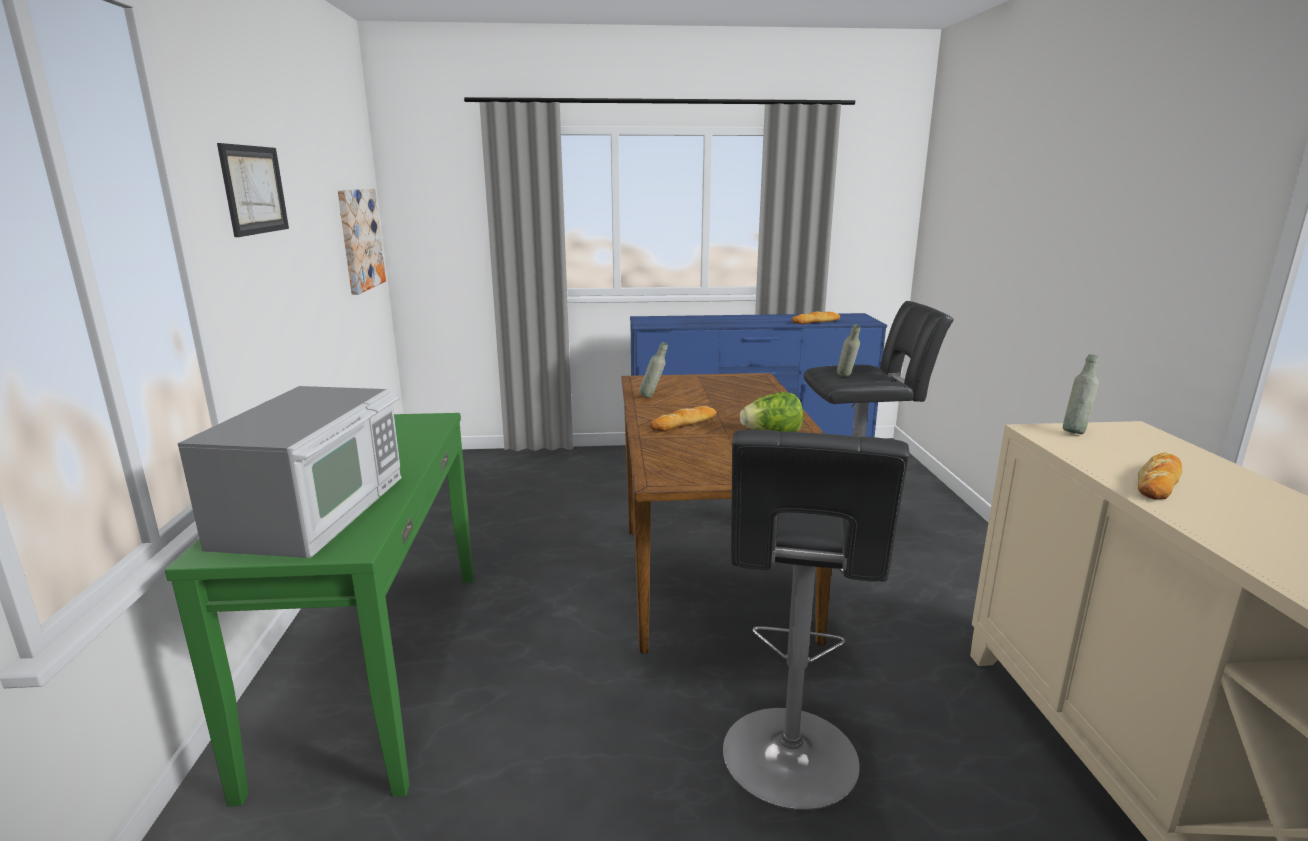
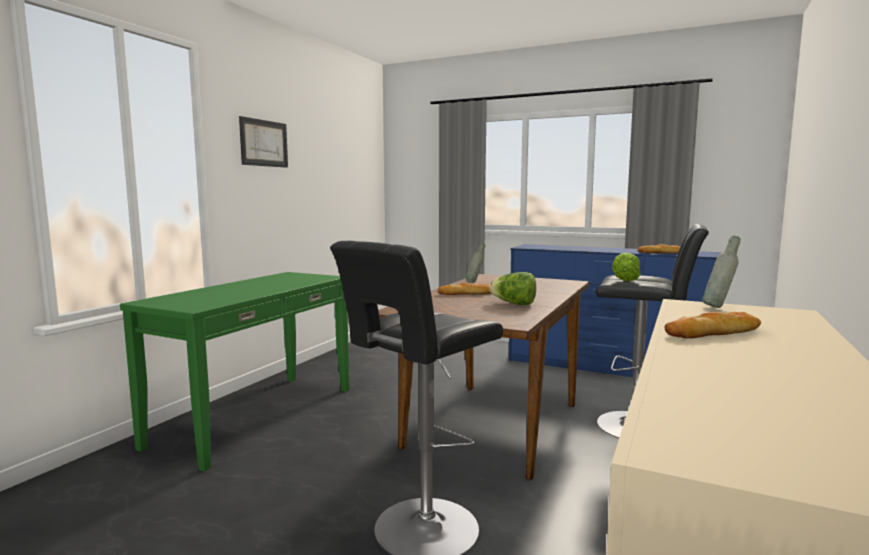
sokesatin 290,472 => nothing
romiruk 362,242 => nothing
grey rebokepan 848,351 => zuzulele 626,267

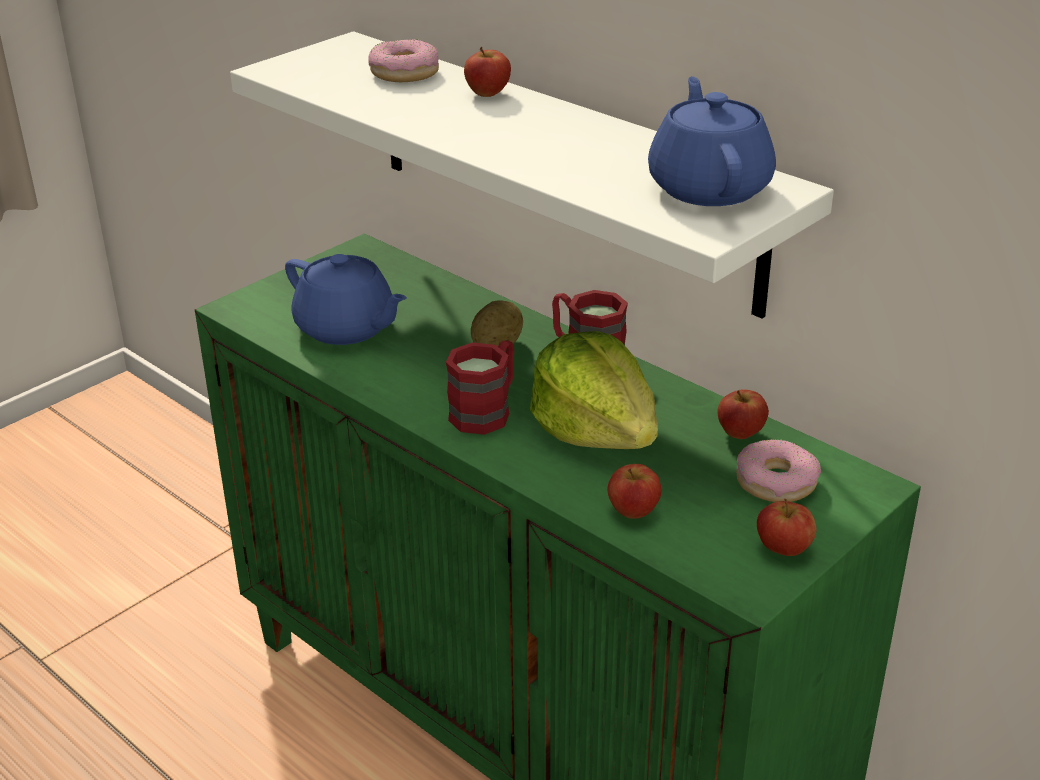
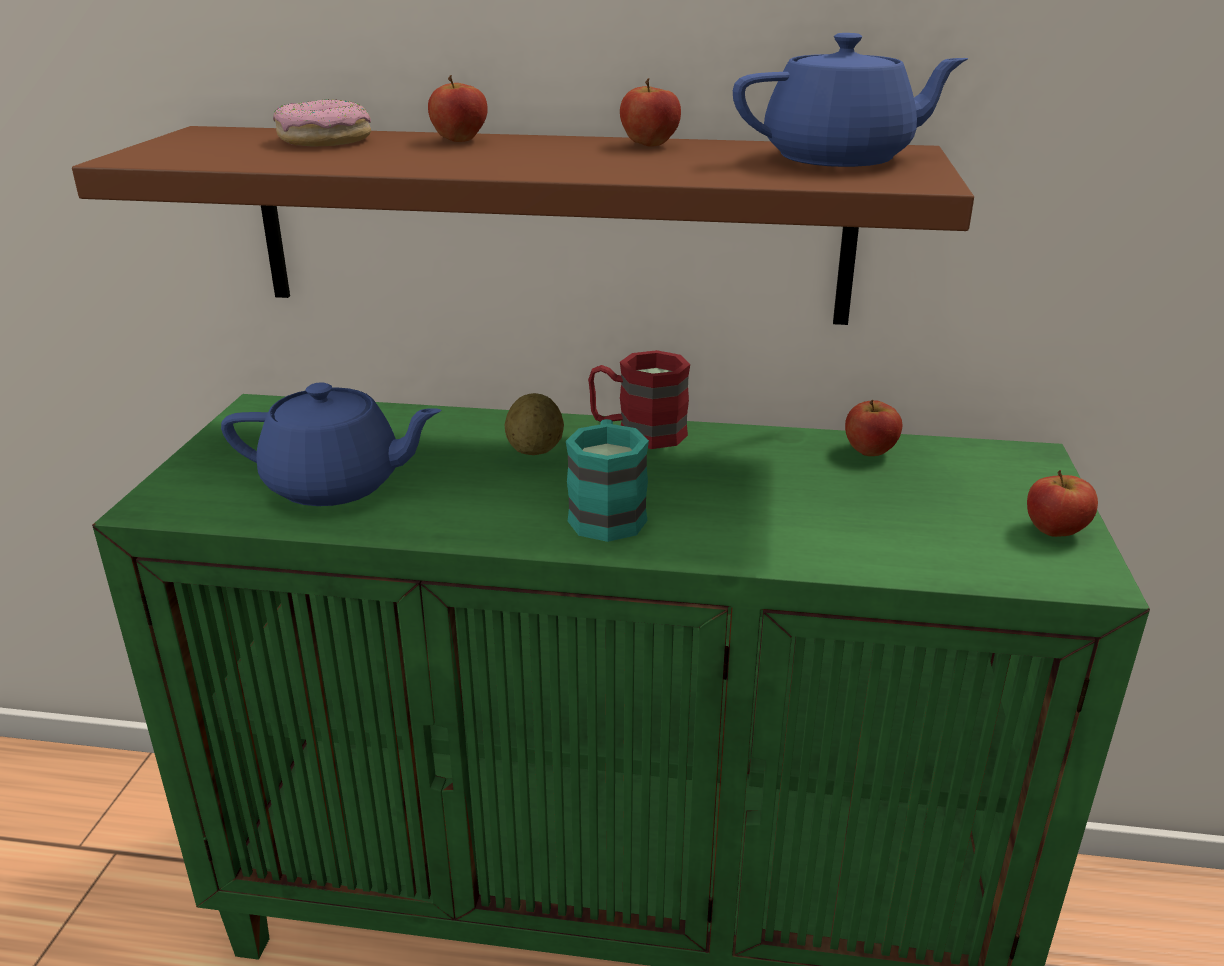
zuzulele 594,390 => nothing
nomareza 778,470 => nothing
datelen 635,491 => datelen 650,112, relocated
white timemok 532,175 => brown timemok 523,225
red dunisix 480,387 => turquoise dunisix 607,480
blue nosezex 712,141 => blue nosezex 850,100, 120 degrees clockwise

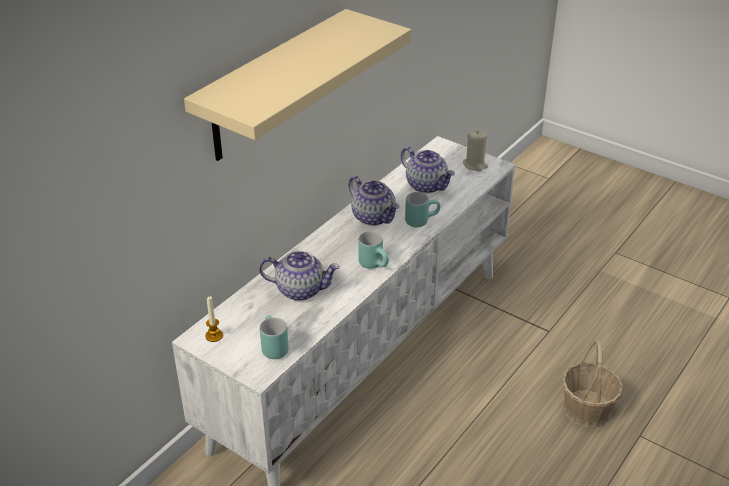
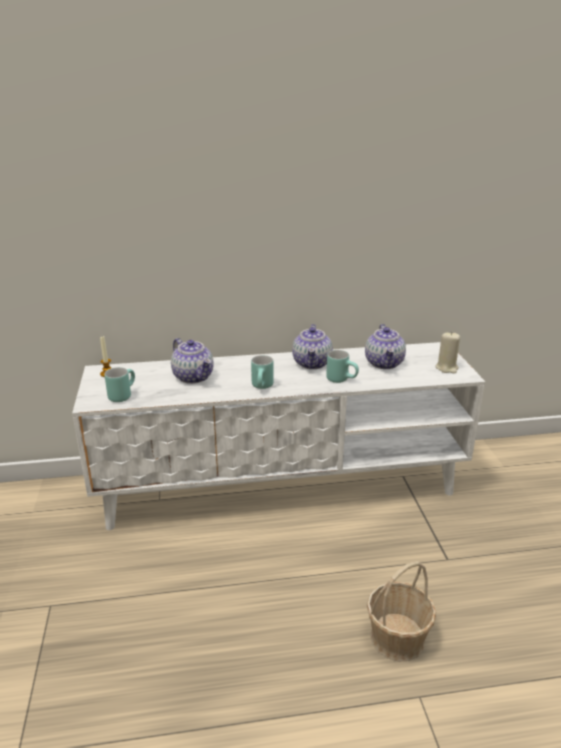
beige timemok 297,85 => nothing

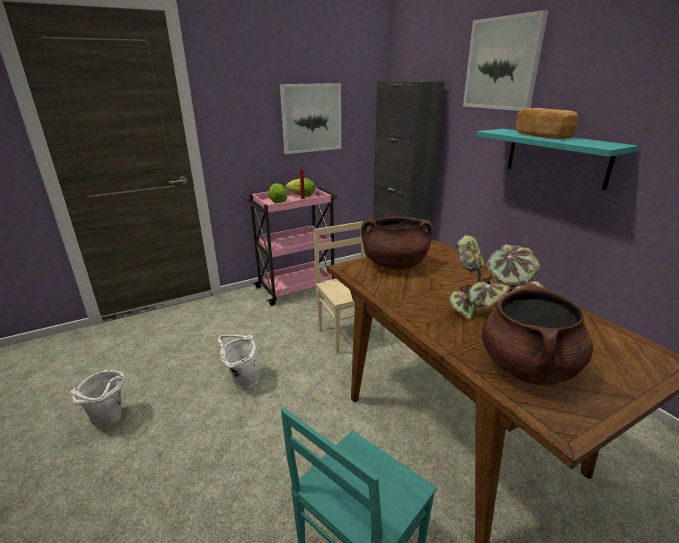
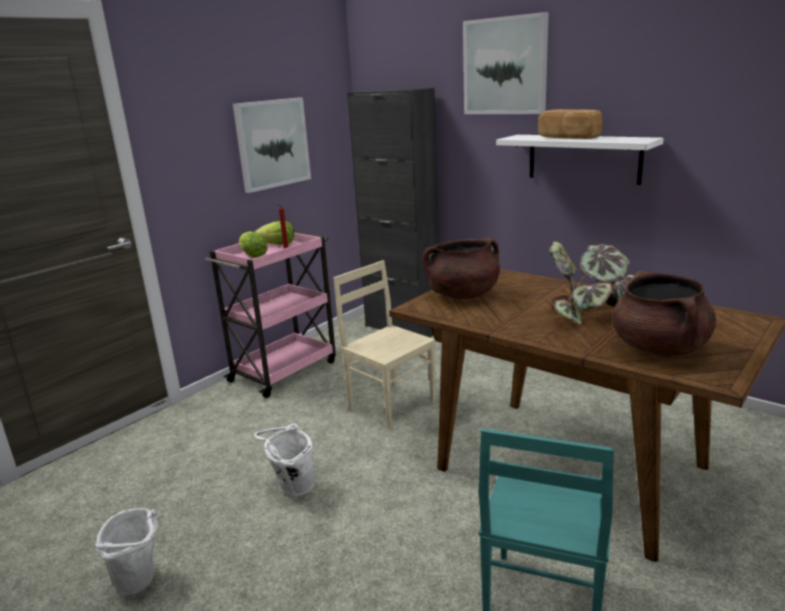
turquoise timemok 557,159 => white timemok 580,160

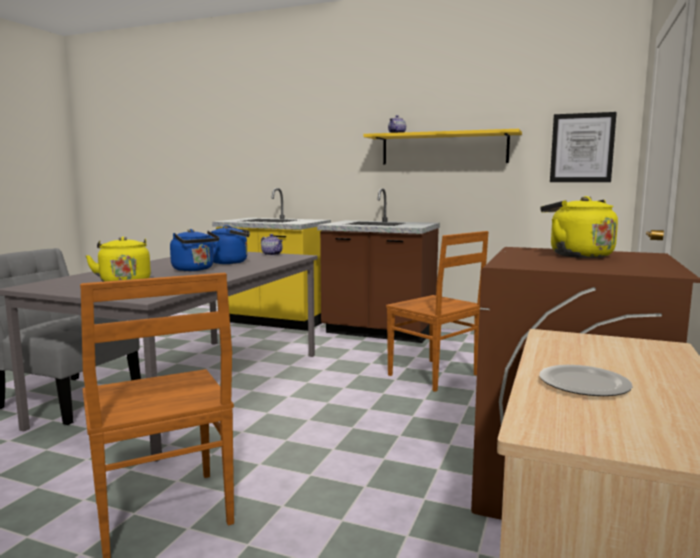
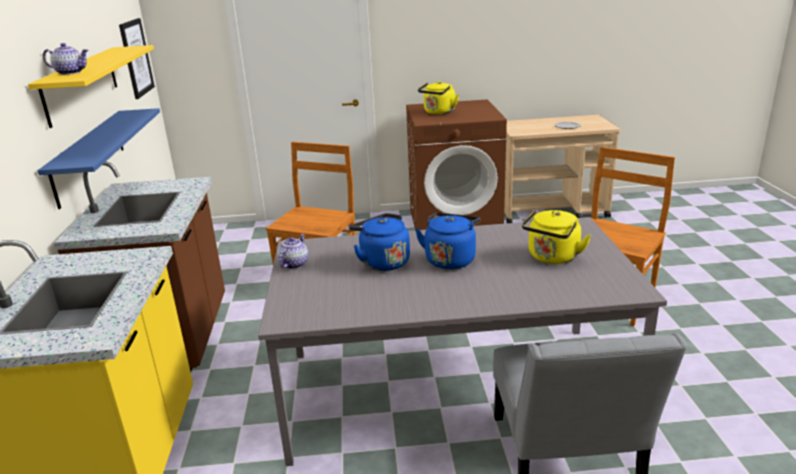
nothing => blue timemok 98,158

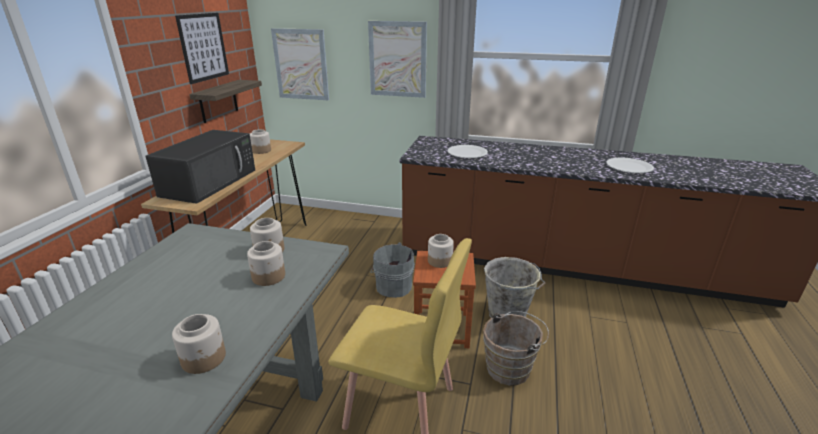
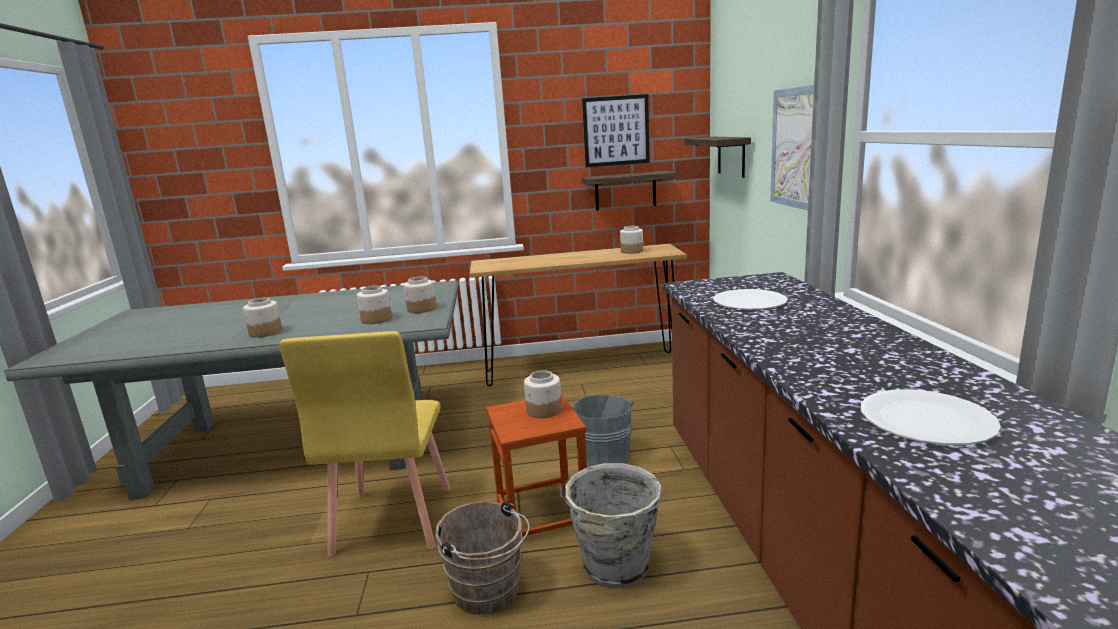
black sokesatin 200,167 => nothing
romiruk 300,64 => timemok 717,157

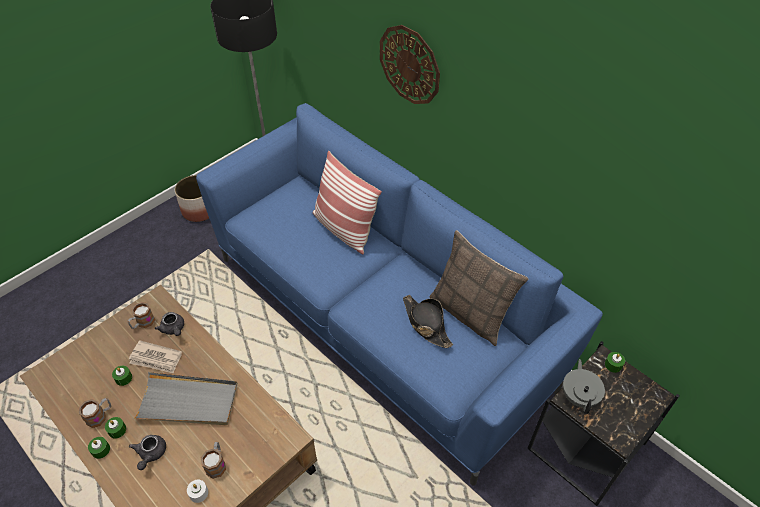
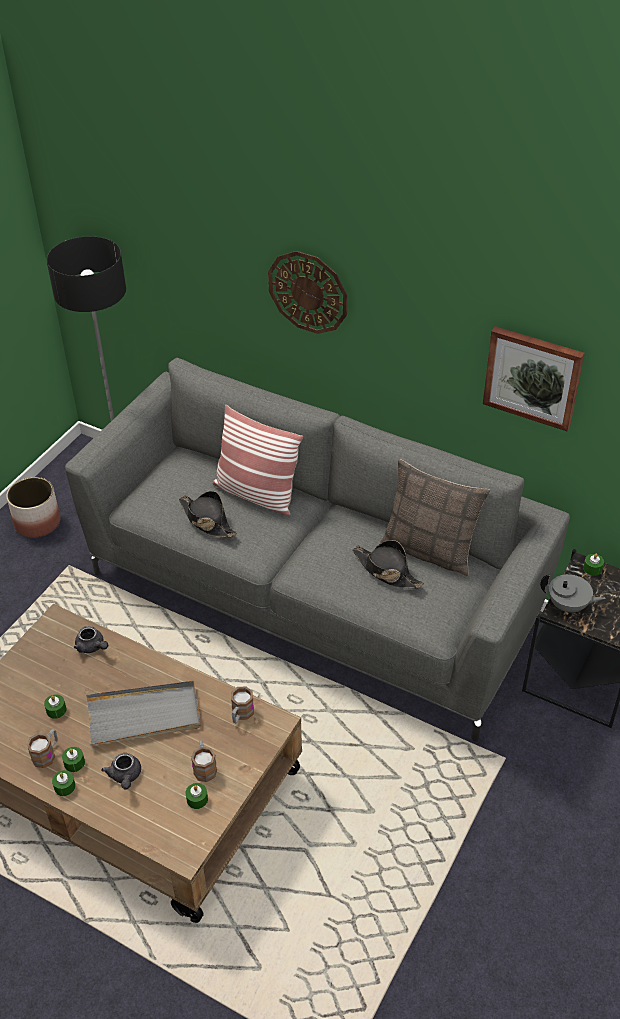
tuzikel 155,357 => nothing
nothing => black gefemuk 208,514
nothing => romiruk 534,379
dunisix 141,315 => dunisix 242,705, relocated
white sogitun 197,491 => green sogitun 197,796
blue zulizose 399,294 => grey zulizose 317,550
grey nosezex 584,386 => grey nosezex 573,594, 120 degrees clockwise

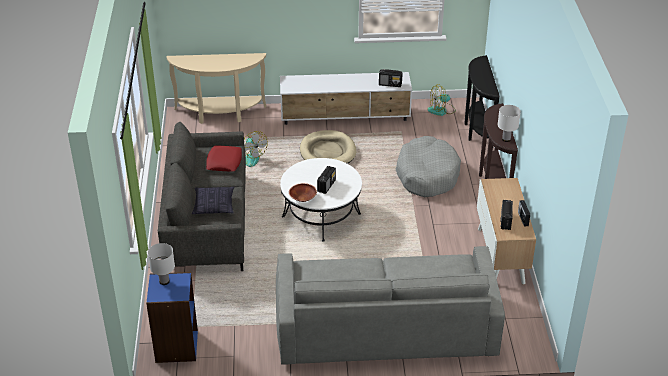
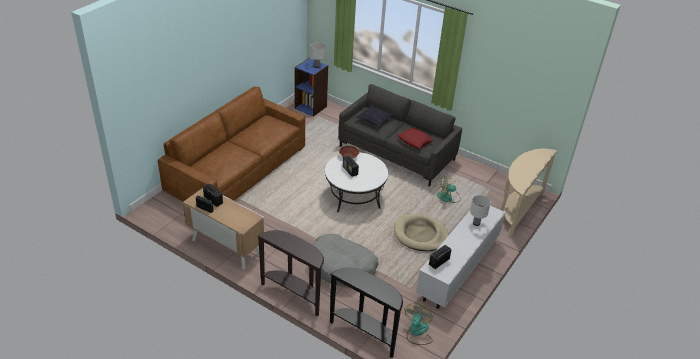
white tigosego 509,123 => white tigosego 480,210, relocated
grey zulizose 390,305 => brown zulizose 231,144

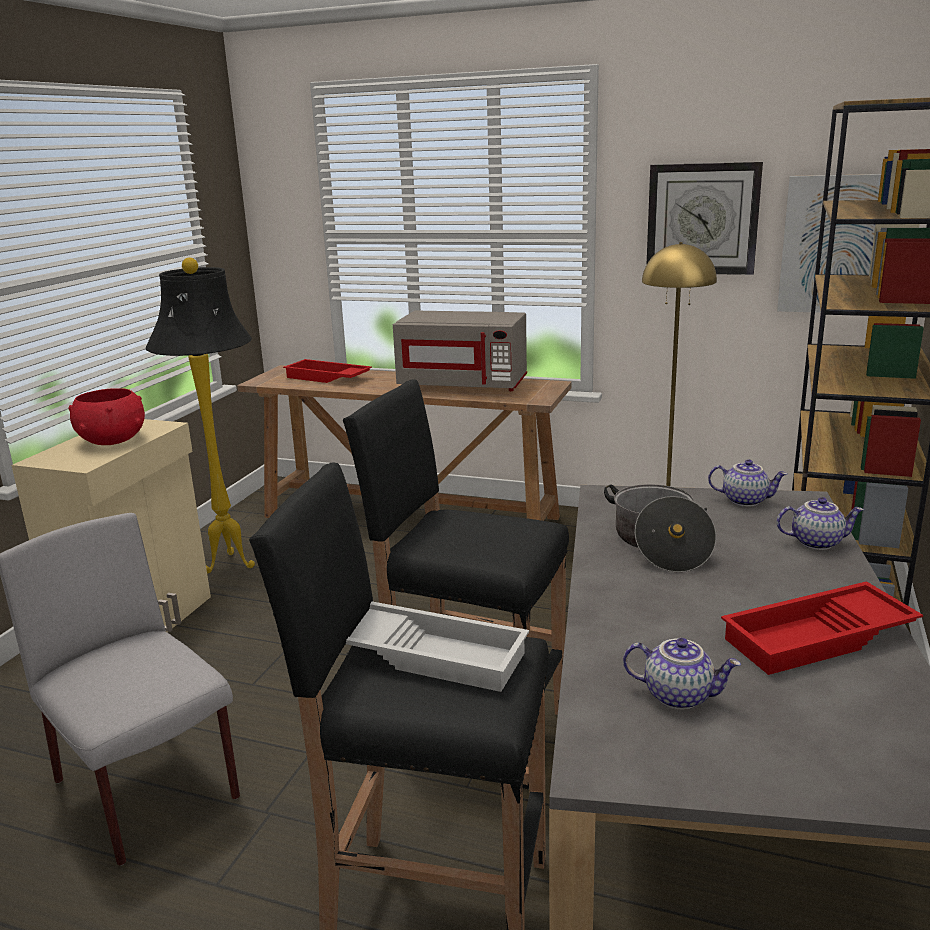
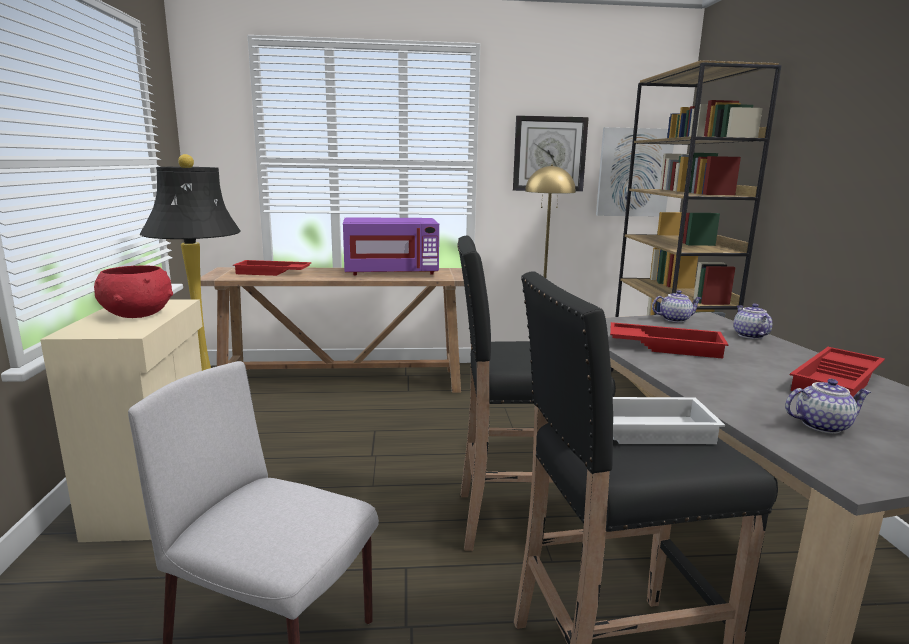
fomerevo 660,528 => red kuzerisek 669,340
grey sokesatin 460,351 => purple sokesatin 391,246
nosezex 820,523 => nosezex 752,321, 75 degrees counterclockwise

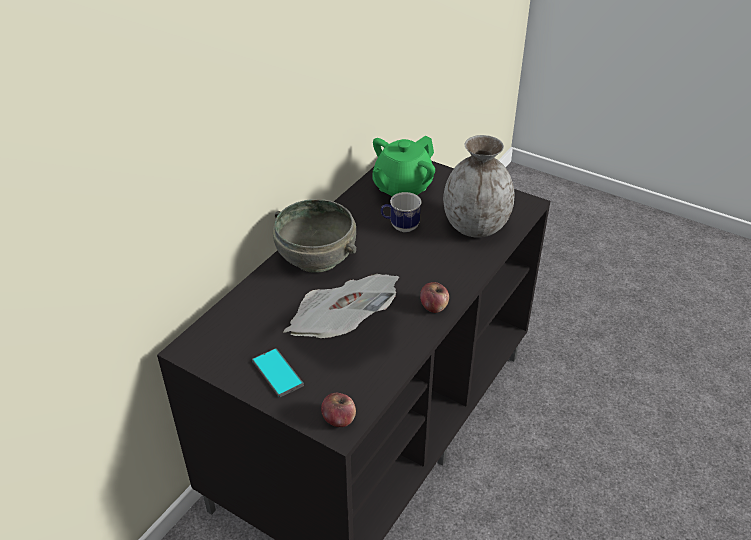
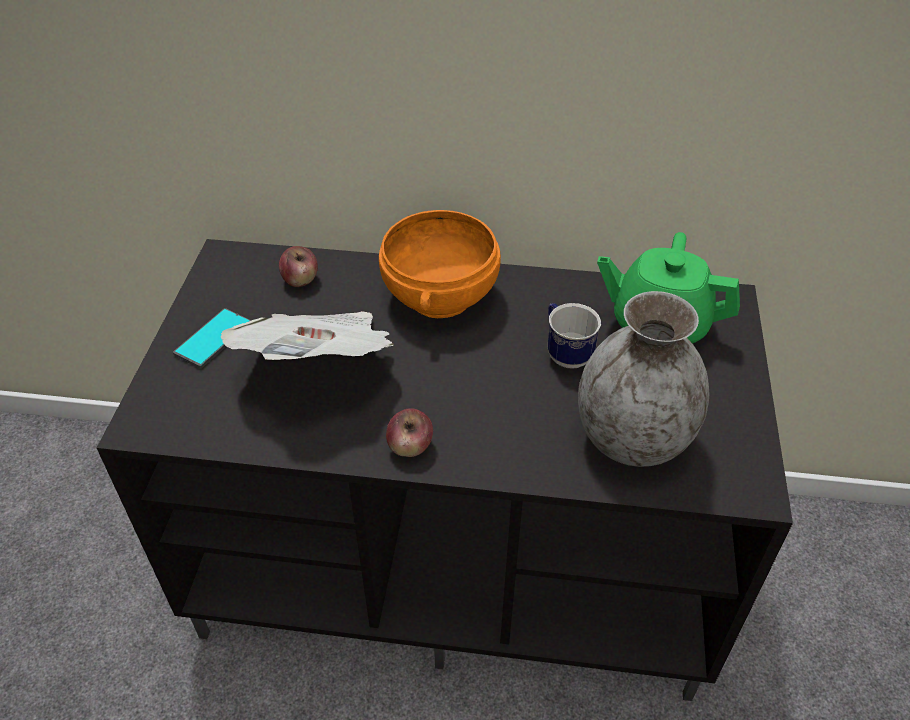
datelen 338,410 => datelen 298,266, relocated
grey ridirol 314,236 => orange ridirol 440,264

